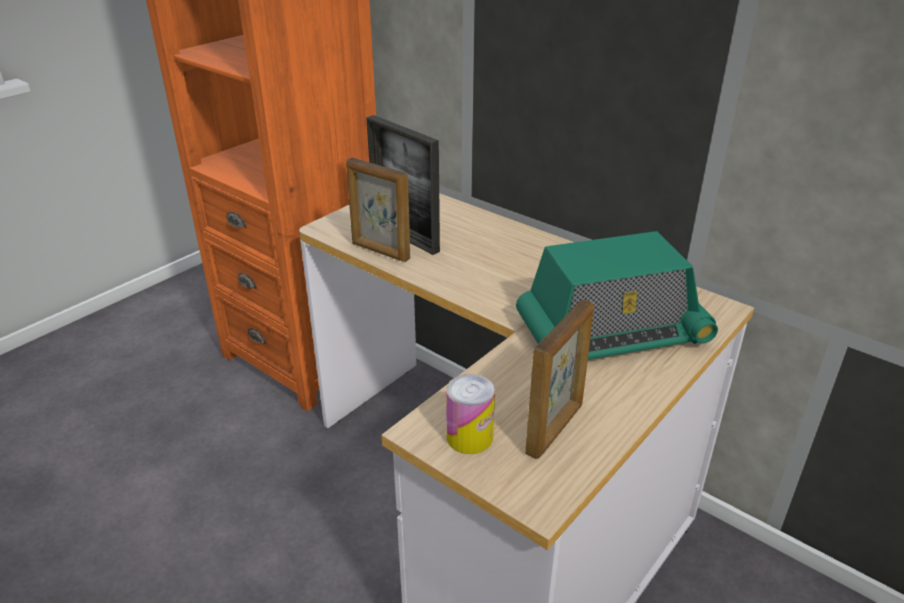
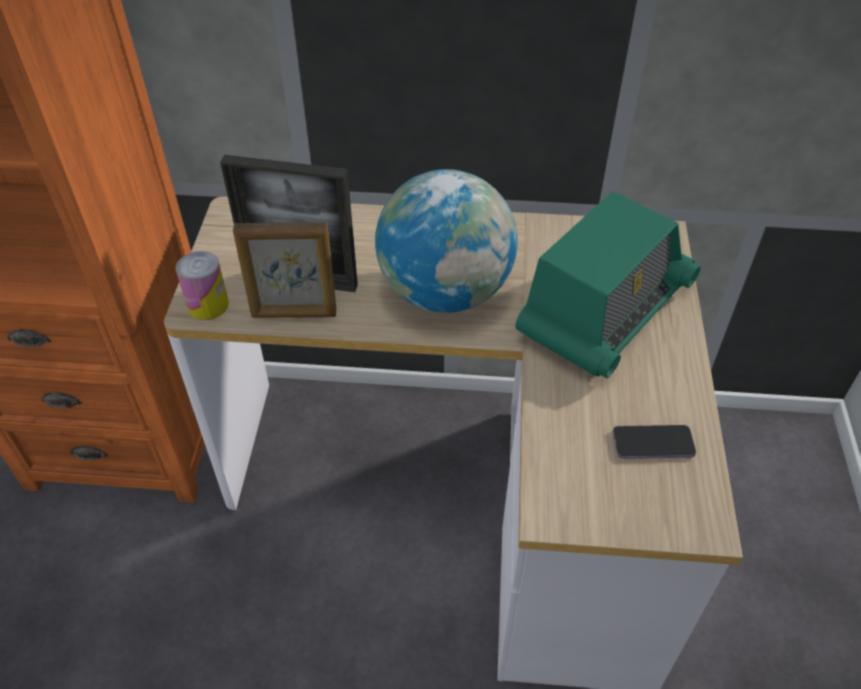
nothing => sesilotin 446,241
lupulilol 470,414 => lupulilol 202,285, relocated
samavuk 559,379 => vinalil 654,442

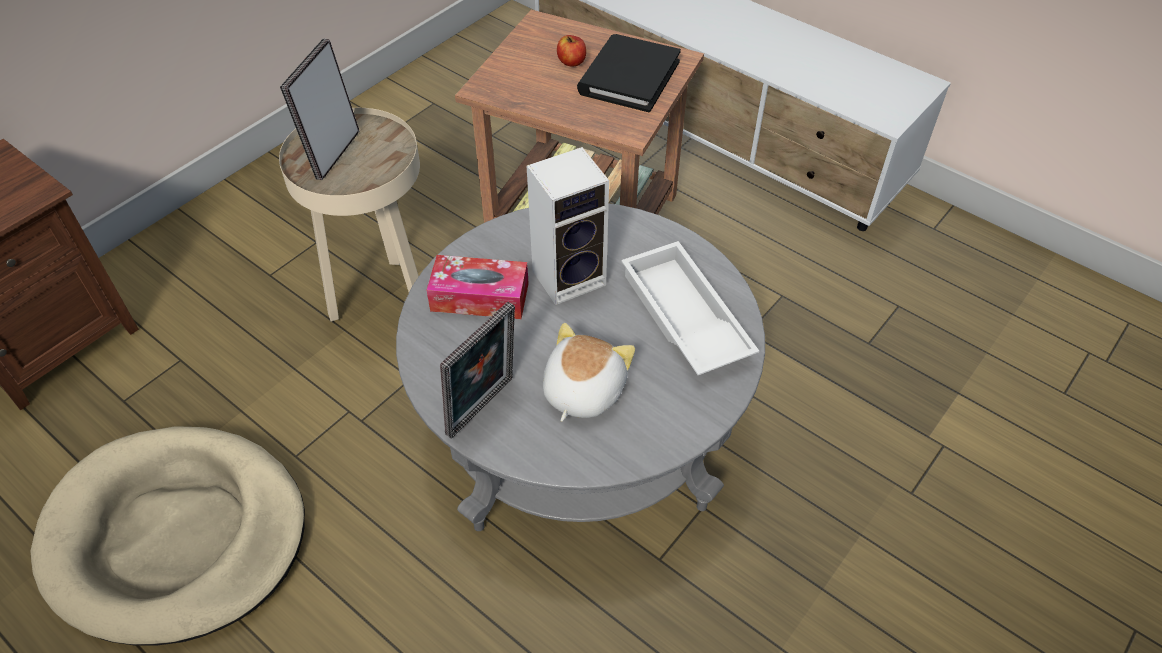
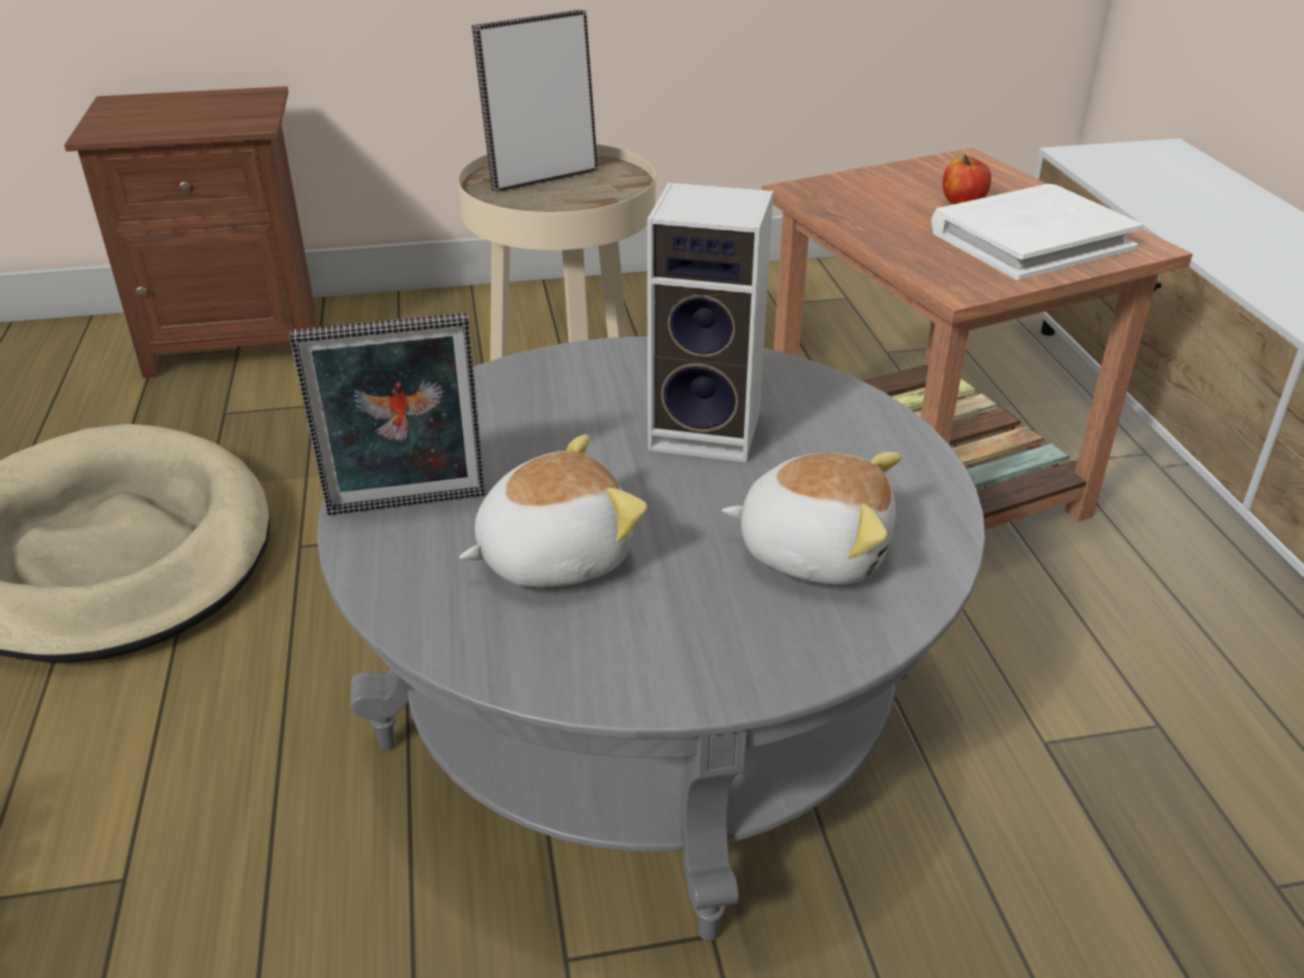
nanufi 477,287 => nothing
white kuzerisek 690,308 => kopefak 812,518
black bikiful 629,73 => white bikiful 1037,232

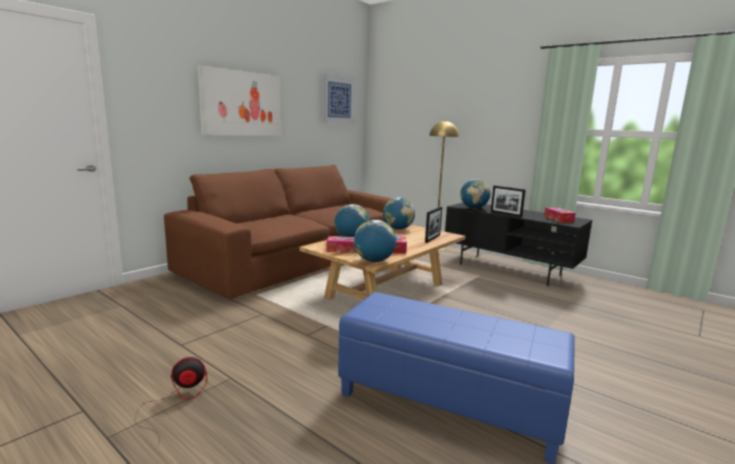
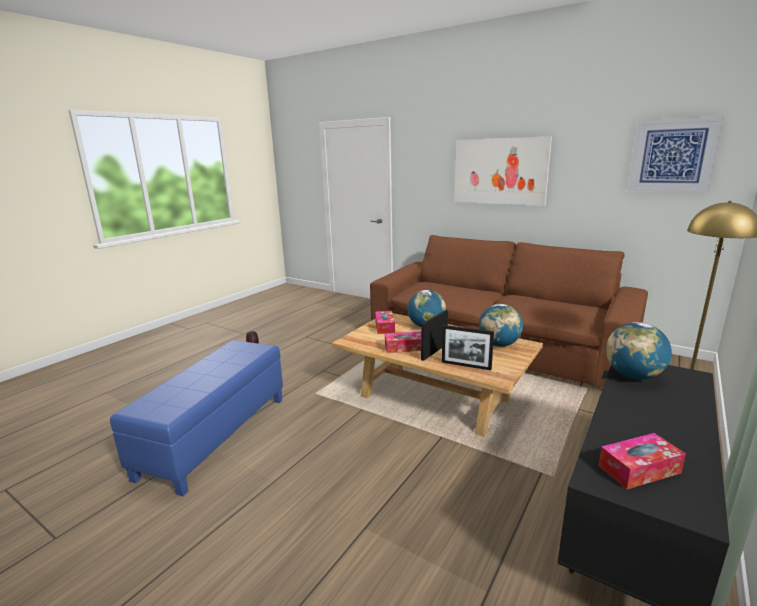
sesilotin 375,241 => nothing
samavuk 508,201 => samavuk 434,335, relocated

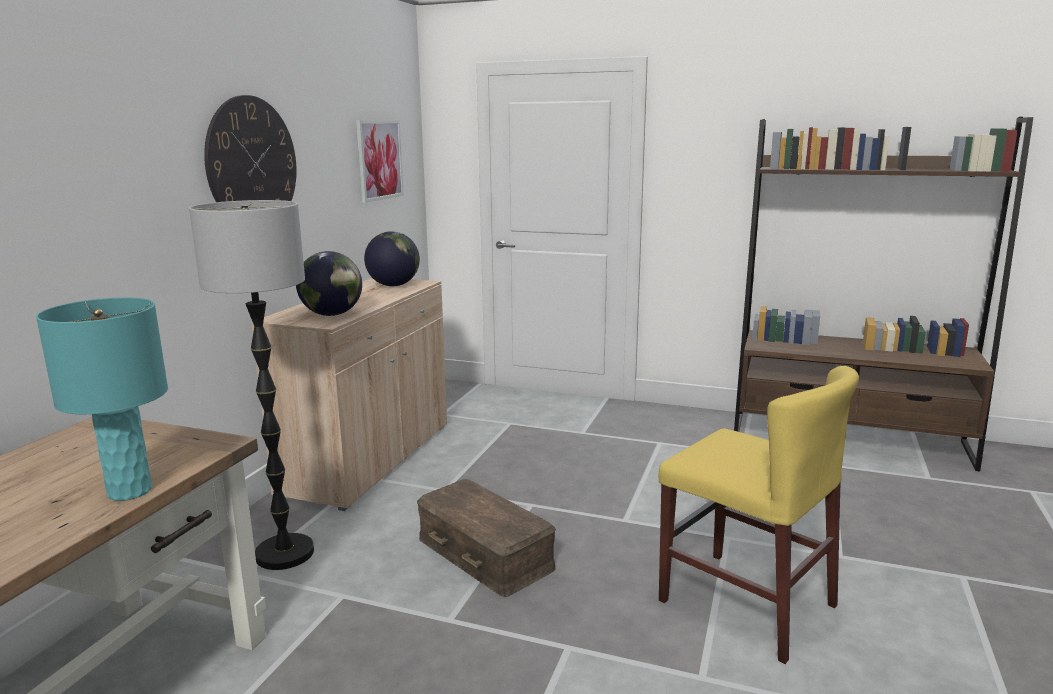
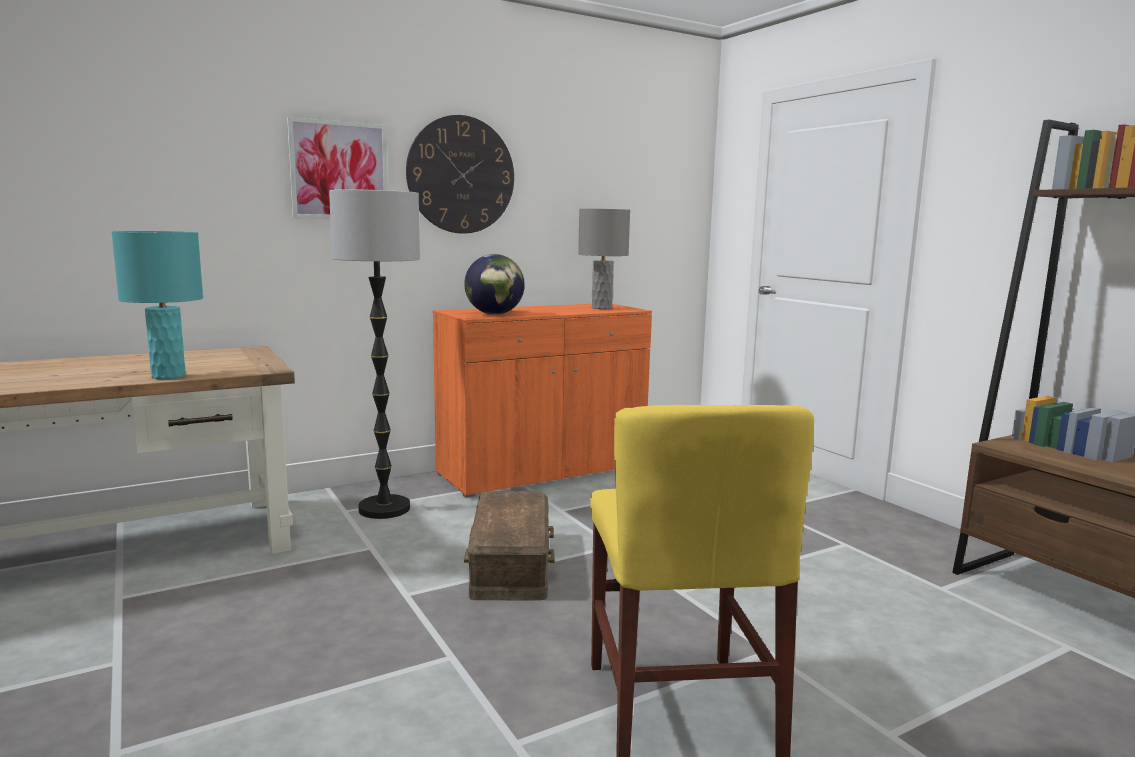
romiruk 380,161 => romiruk 337,168, relocated
sesilotin 392,258 => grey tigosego 604,259
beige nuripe 349,394 => orange nuripe 542,401

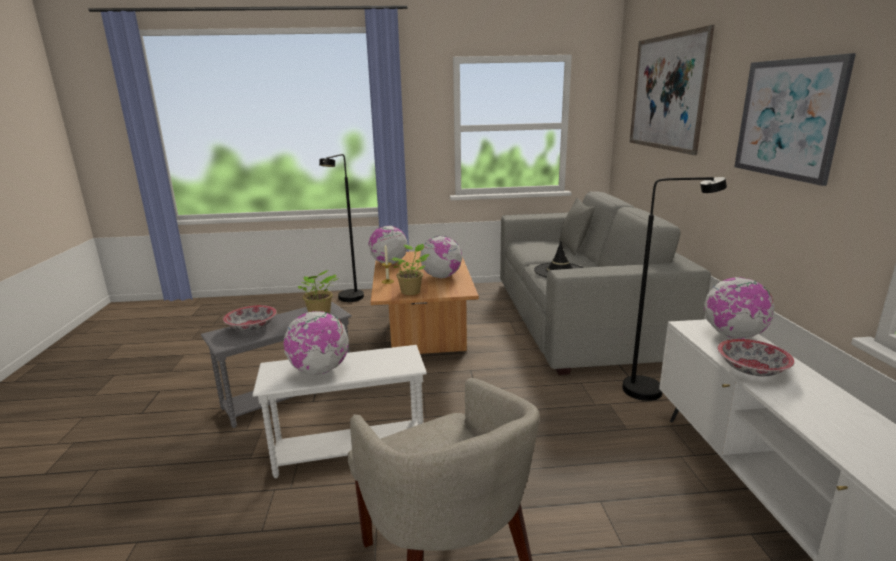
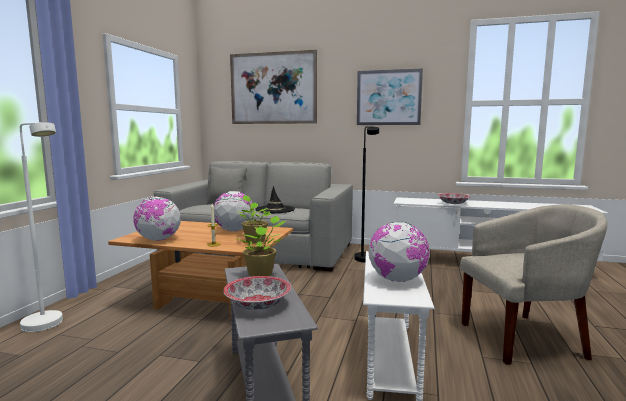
sesilotin 739,308 => nothing
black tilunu 341,228 => white tilunu 41,227

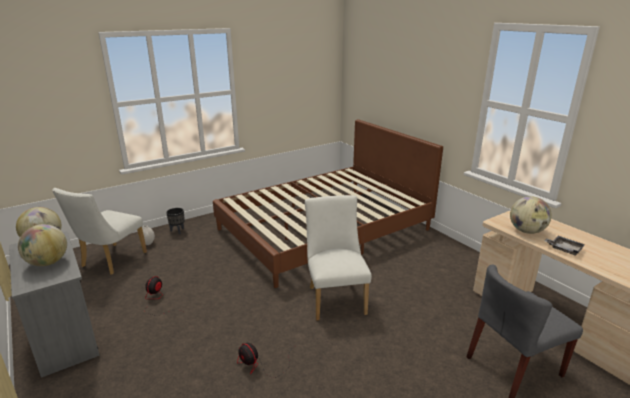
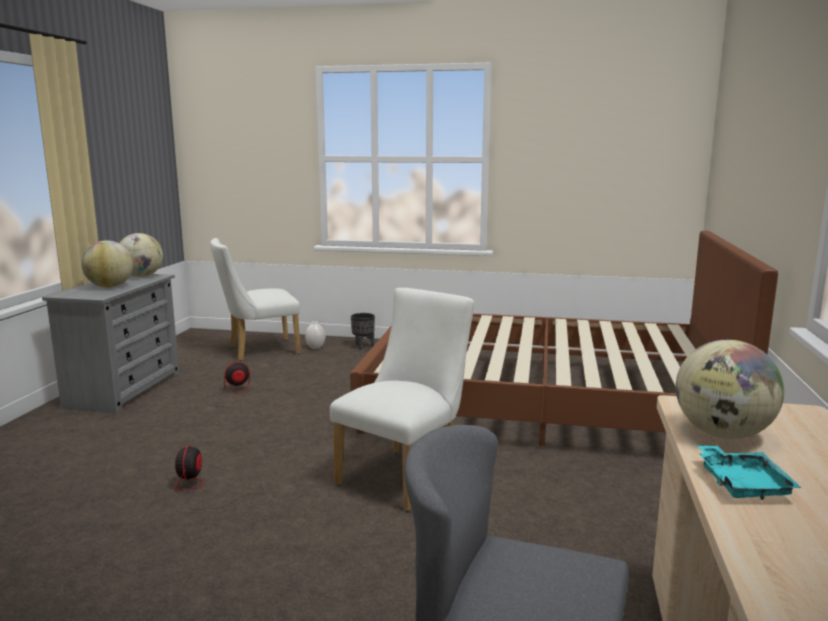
grey kuzerisek 565,246 => turquoise kuzerisek 749,472

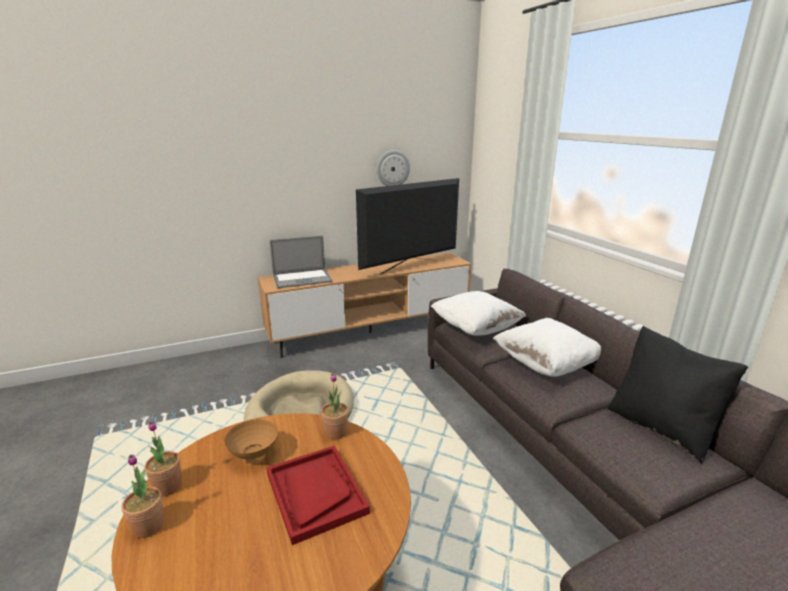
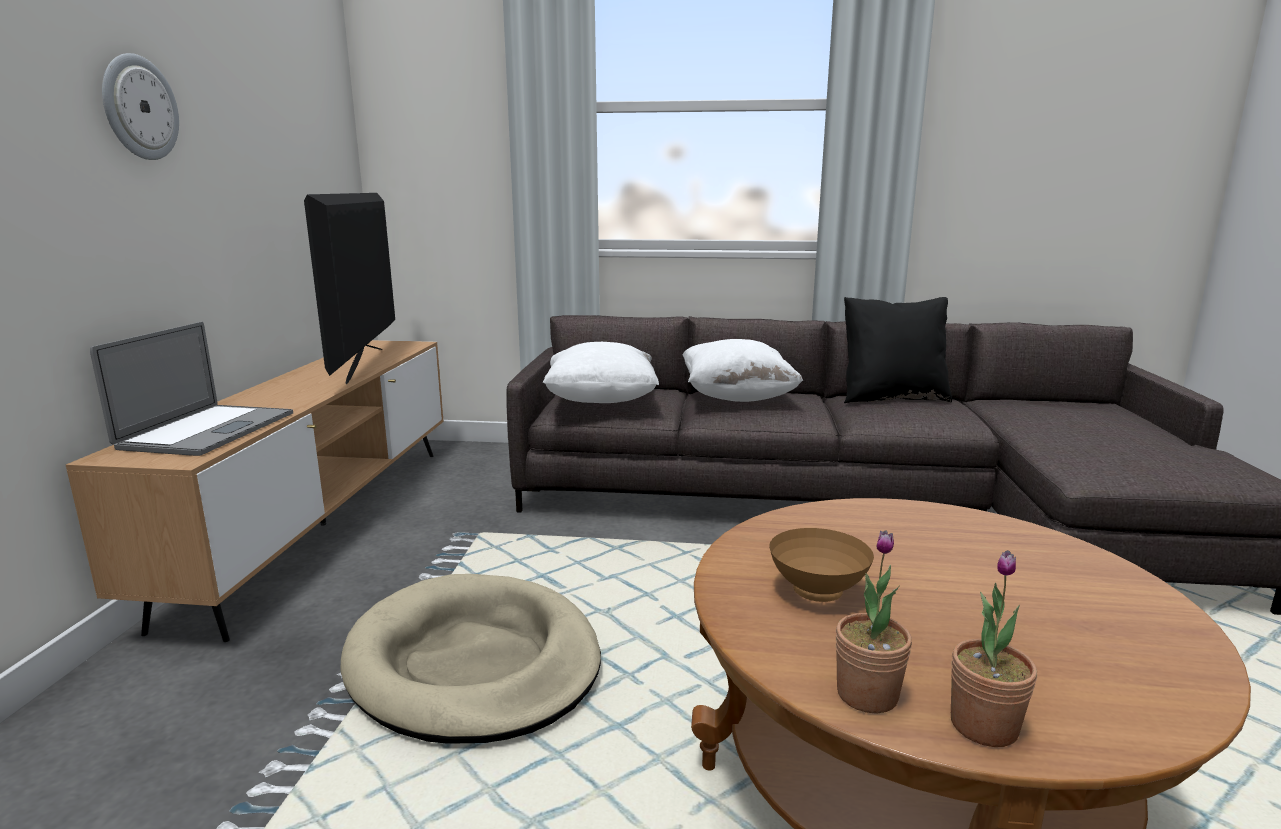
red kuzerisek 318,495 => nothing
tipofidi 334,407 => nothing
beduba 393,168 => beduba 140,106, relocated

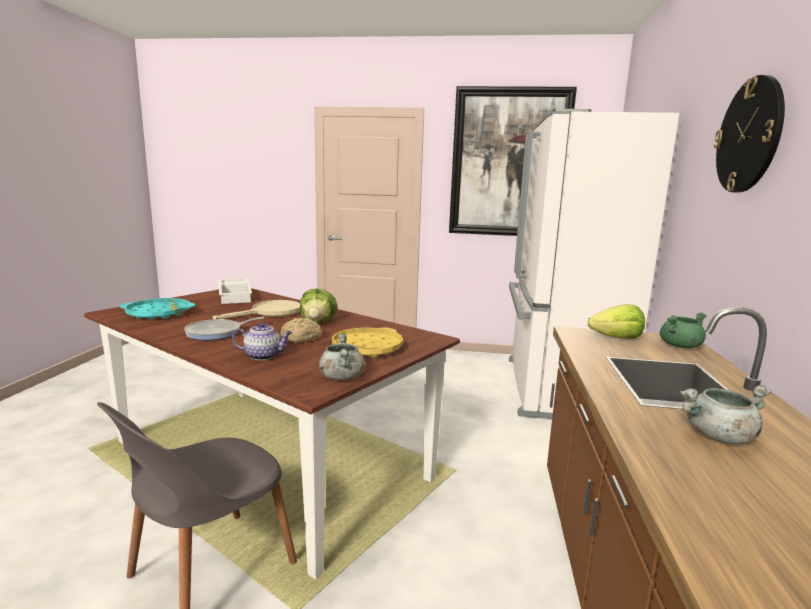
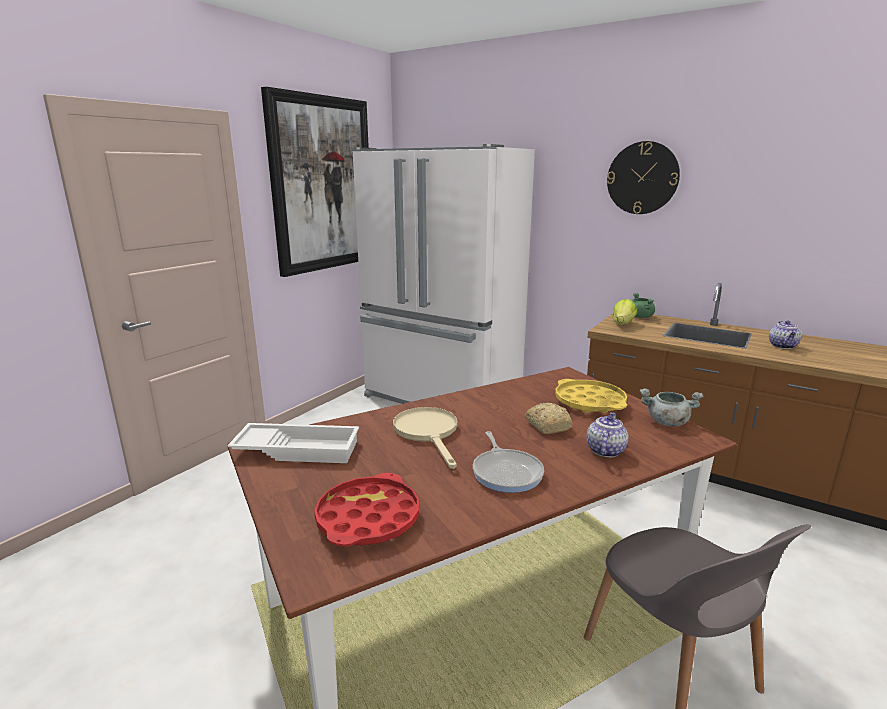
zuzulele 318,306 => nothing
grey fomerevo 725,414 => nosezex 785,334
turquoise kuzerisek 157,309 => red kuzerisek 366,510

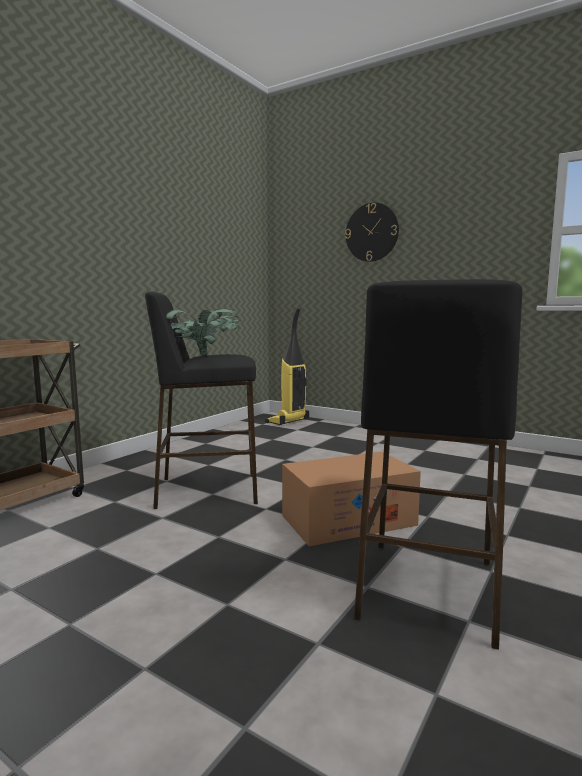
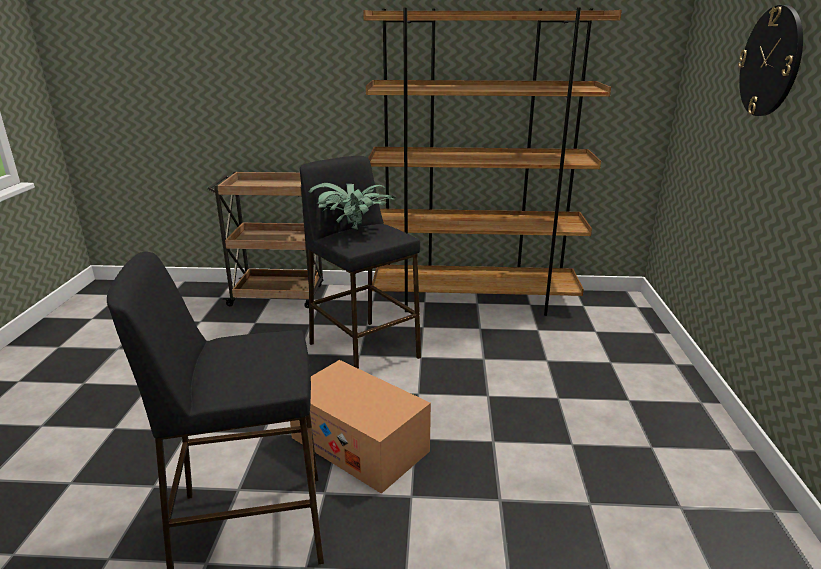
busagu 287,366 => nothing
nothing => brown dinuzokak 492,161

